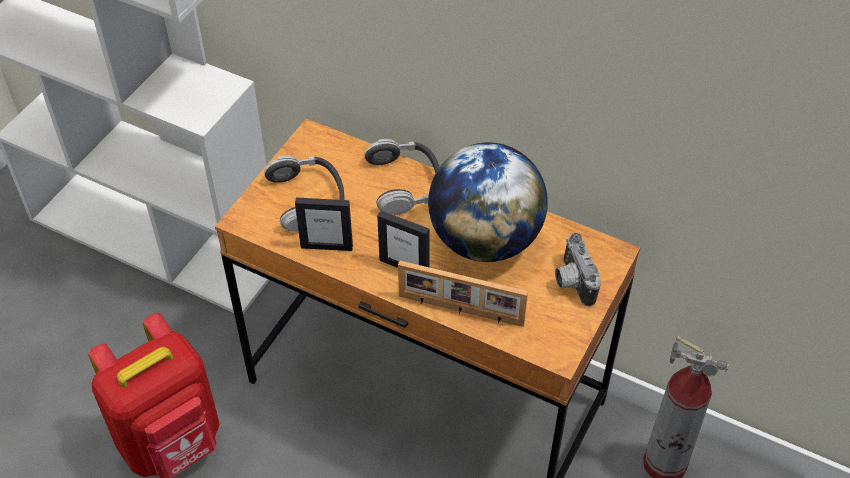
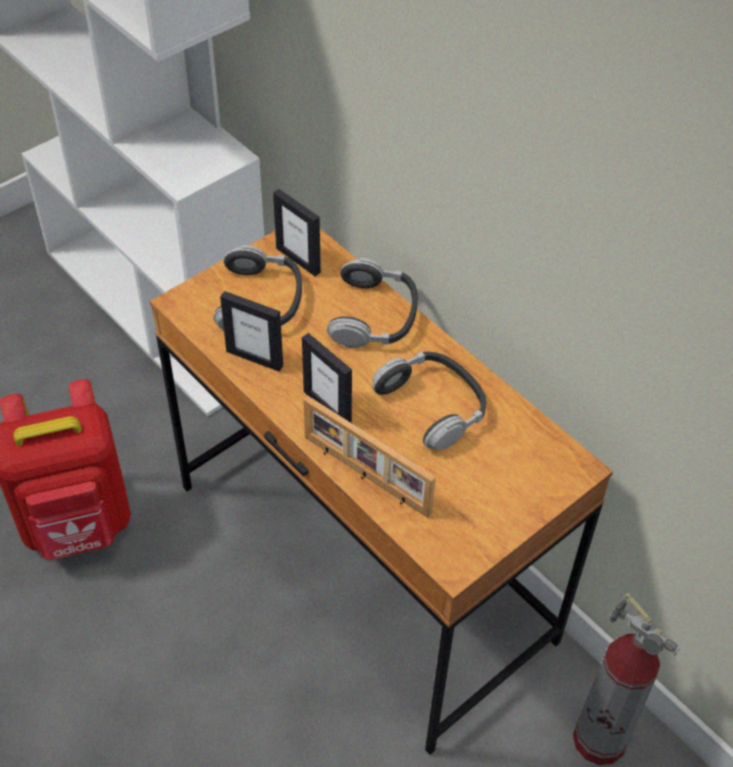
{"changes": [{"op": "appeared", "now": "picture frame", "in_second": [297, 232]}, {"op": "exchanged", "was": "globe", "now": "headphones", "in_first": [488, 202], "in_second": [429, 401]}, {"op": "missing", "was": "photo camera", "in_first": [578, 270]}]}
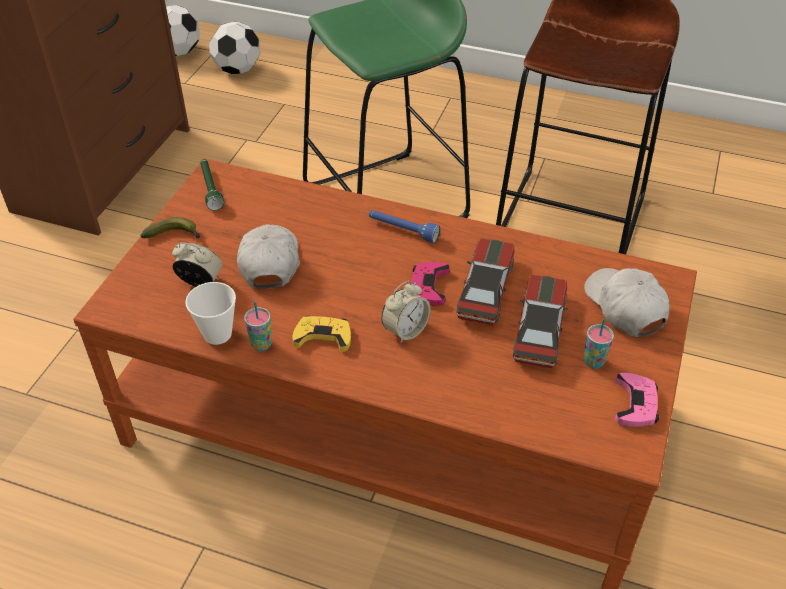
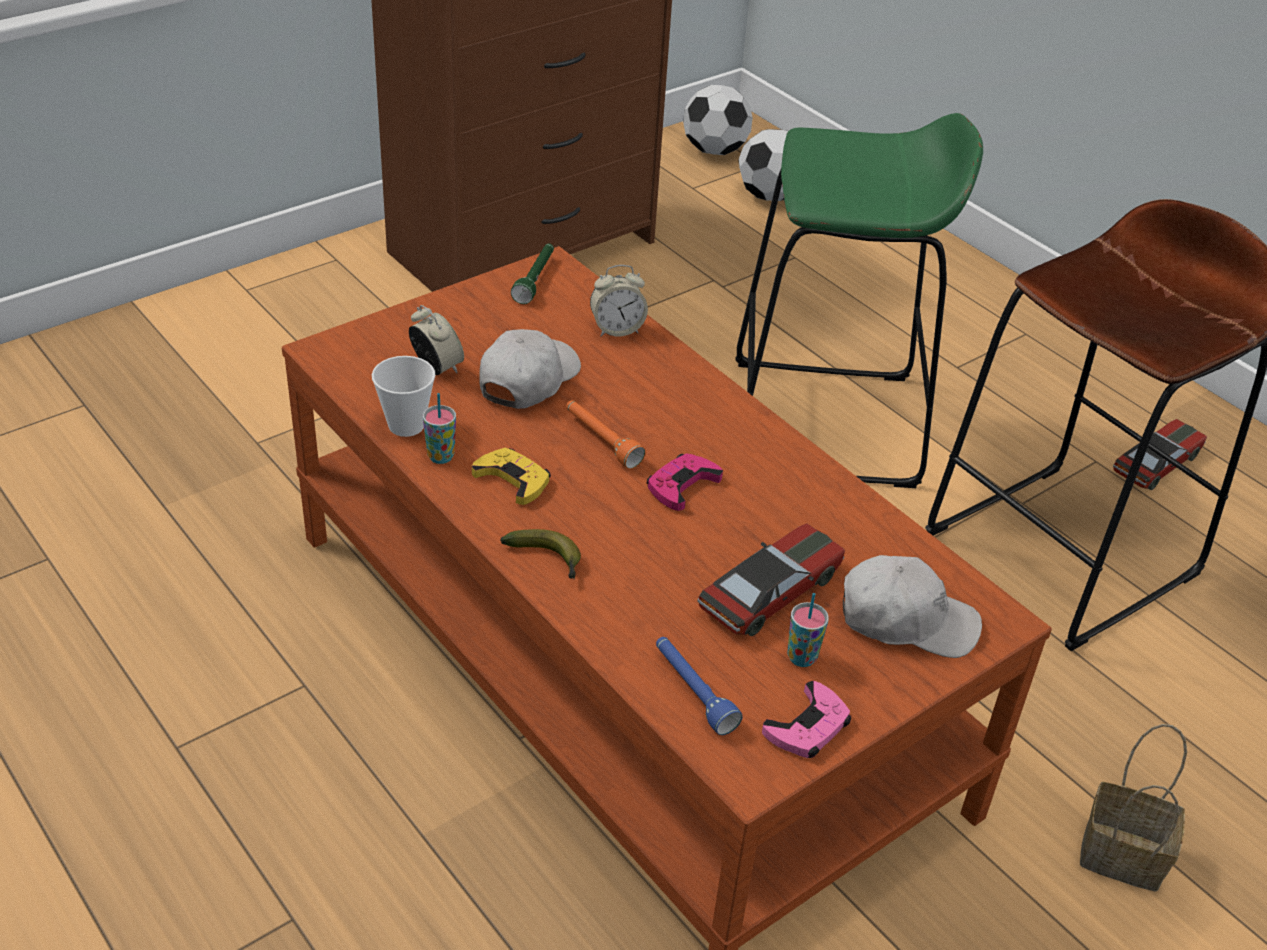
{"changes": [{"op": "relocated", "was": "banana", "in_first": [171, 227], "in_second": [540, 554]}, {"op": "appeared", "now": "flashlight in orange", "in_second": [605, 434]}, {"op": "relocated", "was": "alarm clock", "in_first": [406, 312], "in_second": [619, 300]}, {"op": "relocated", "was": "flashlight in blue", "in_first": [404, 226], "in_second": [699, 686]}, {"op": "spun", "was": "cap in white", "in_first": [627, 302], "in_second": [912, 606], "clockwise": 90}, {"op": "appeared", "now": "basket", "in_second": [1133, 808]}, {"op": "relocated", "was": "toy car", "in_first": [486, 281], "in_second": [1160, 454]}]}
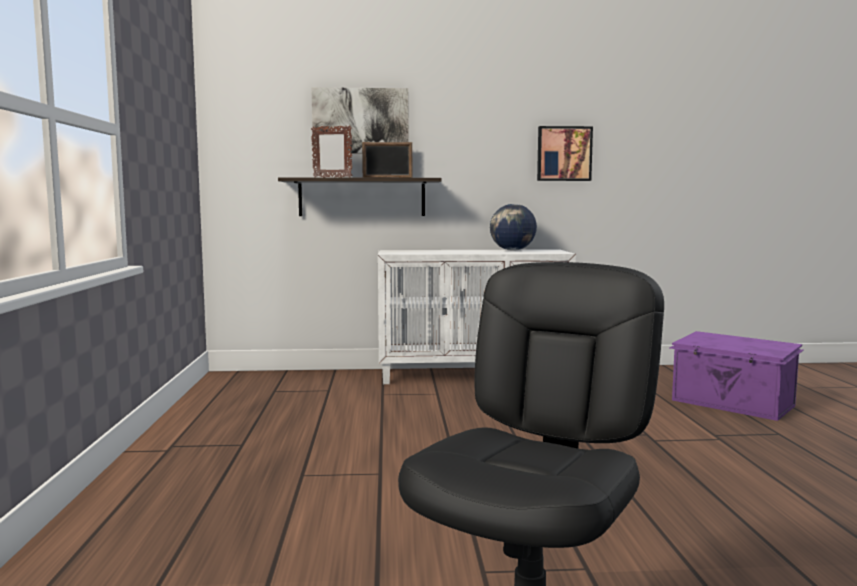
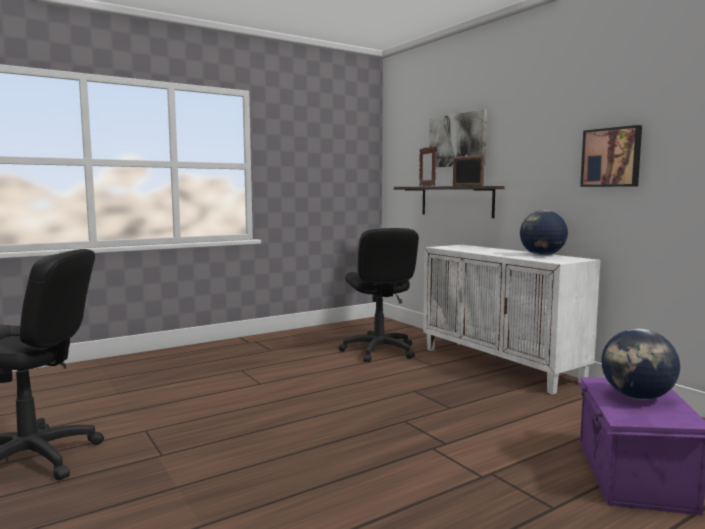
{"changes": [{"op": "appeared", "now": "office chair in black", "in_second": [378, 295]}, {"op": "appeared", "now": "globe", "in_second": [640, 364]}]}
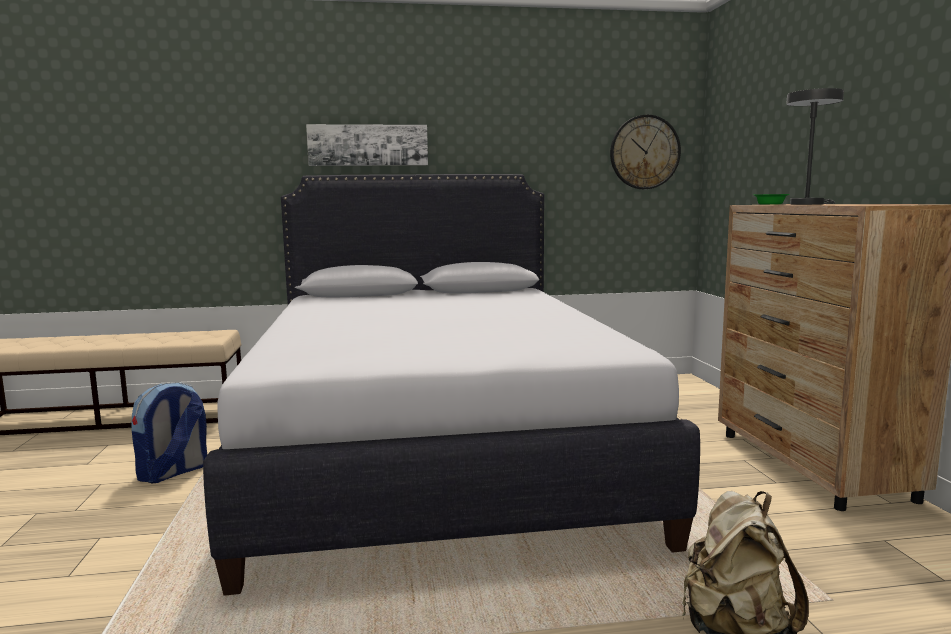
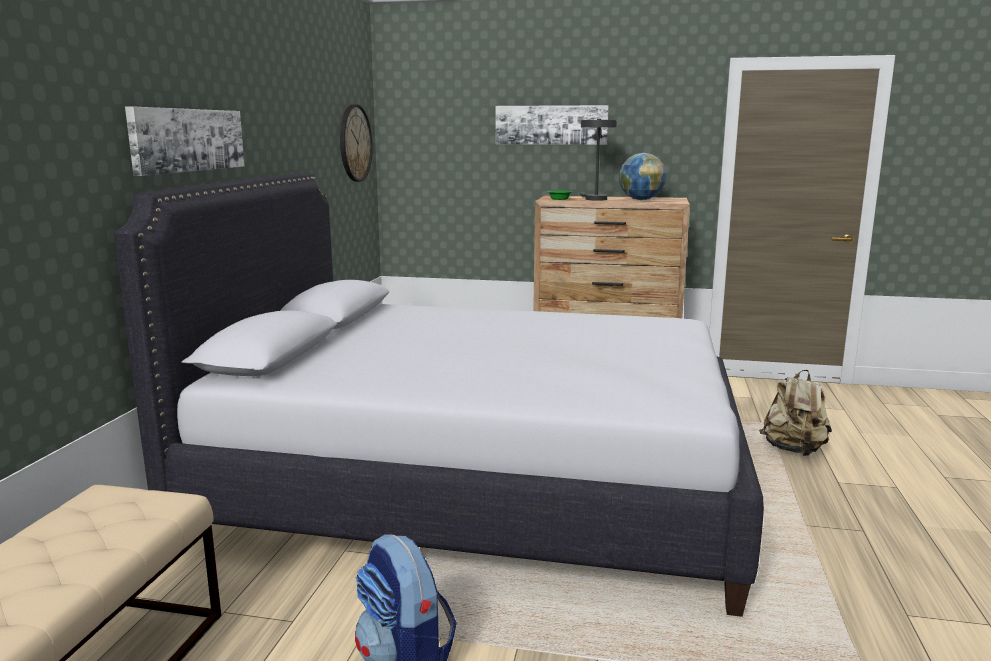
{"changes": [{"op": "appeared", "now": "picture", "in_second": [552, 125]}, {"op": "appeared", "now": "globe", "in_second": [642, 176]}]}
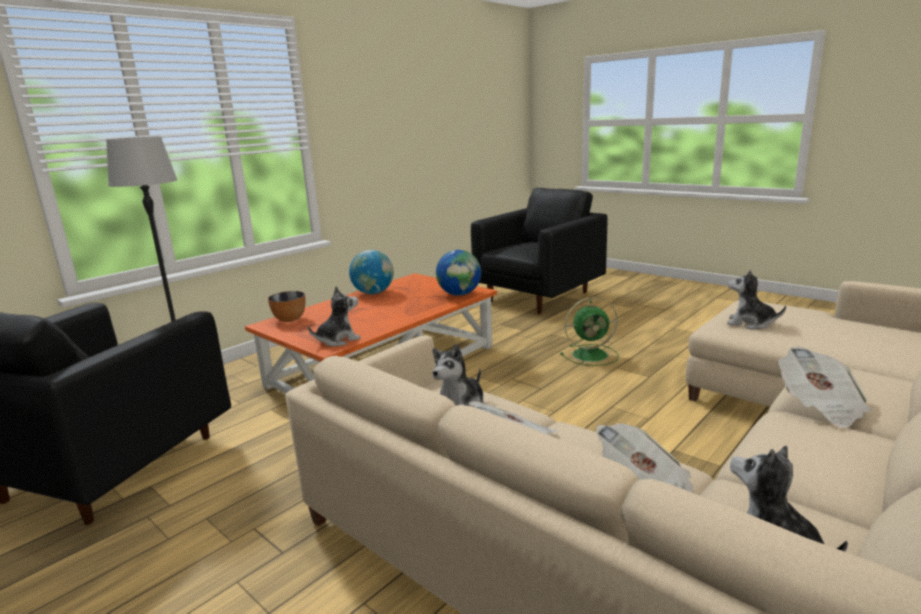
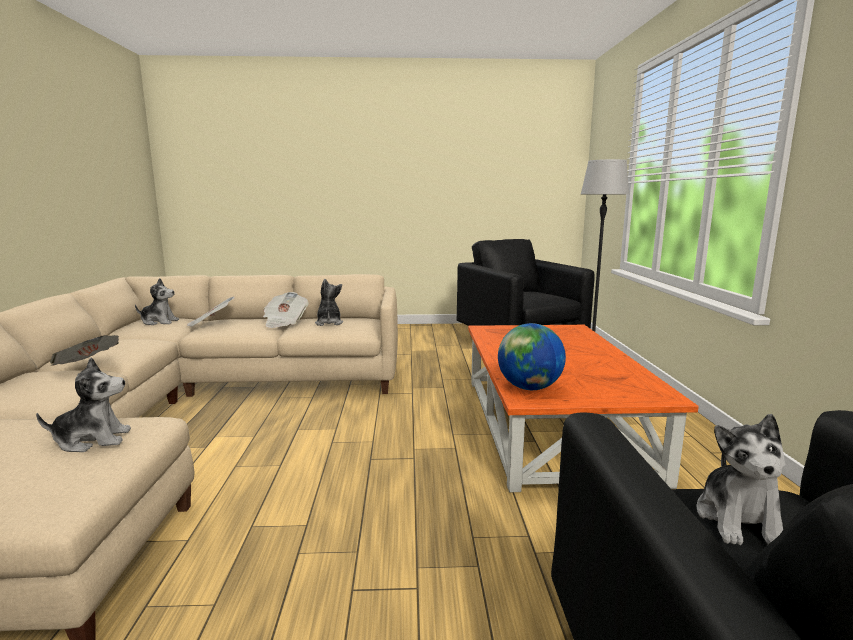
{"changes": [{"op": "relocated", "was": "plush toy", "in_first": [334, 316], "in_second": [741, 479]}, {"op": "missing", "was": "bowl", "in_first": [286, 306]}, {"op": "missing", "was": "globe", "in_first": [371, 272]}, {"op": "missing", "was": "fan in green", "in_first": [589, 331]}]}
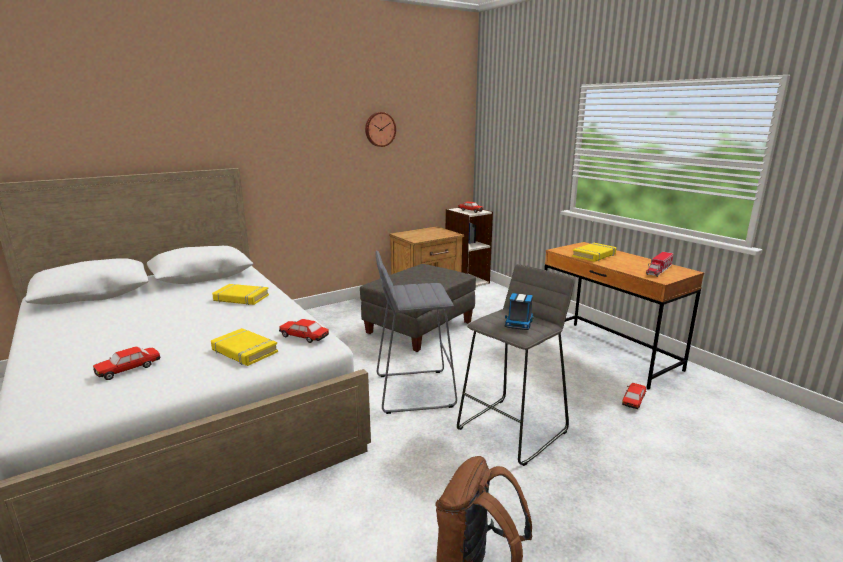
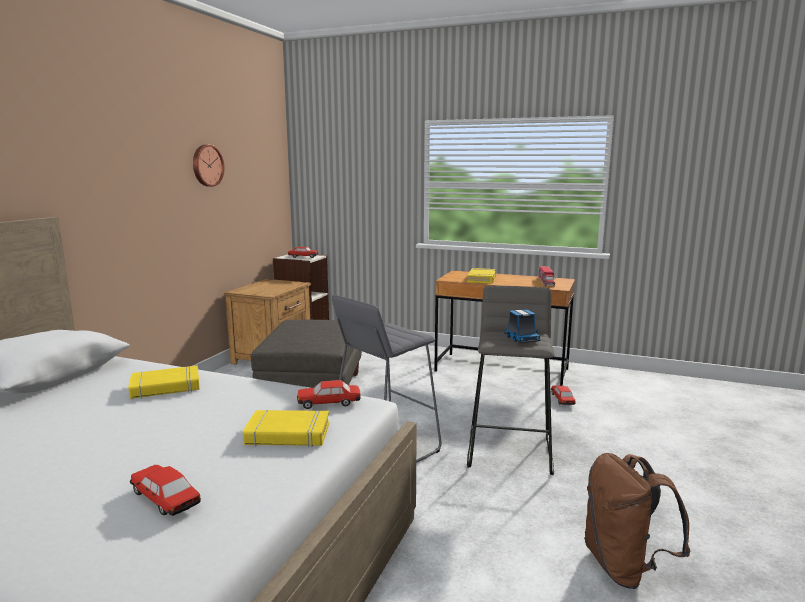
{"changes": [{"op": "spun", "was": "toy car", "in_first": [126, 363], "in_second": [165, 490], "clockwise": 120}]}
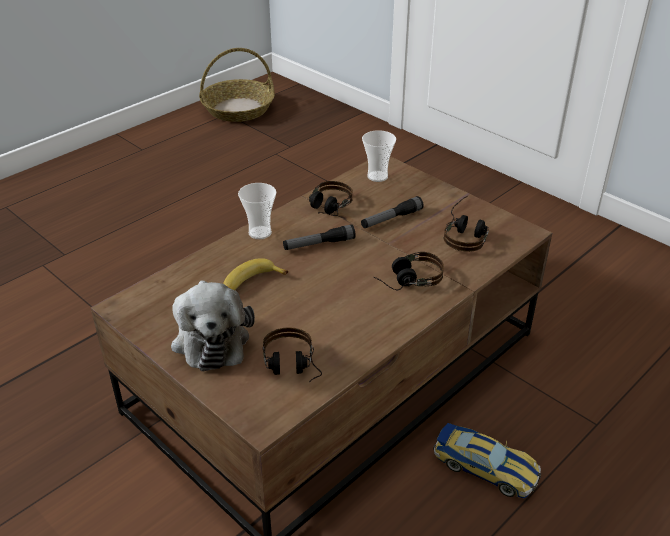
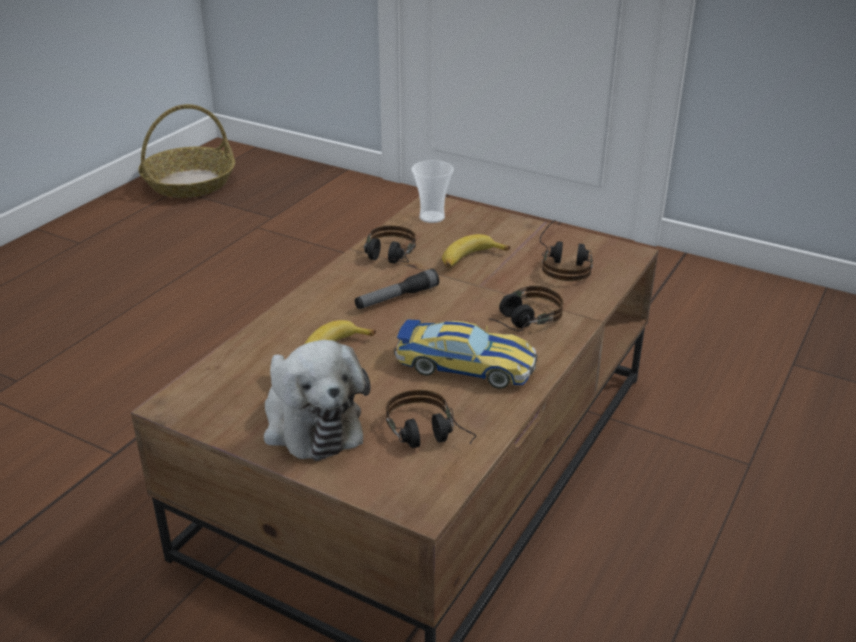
{"changes": [{"op": "relocated", "was": "toy car", "in_first": [487, 461], "in_second": [465, 354]}, {"op": "exchanged", "was": "flashlight", "now": "banana", "in_first": [392, 212], "in_second": [476, 251]}, {"op": "missing", "was": "cup", "in_first": [257, 211]}]}
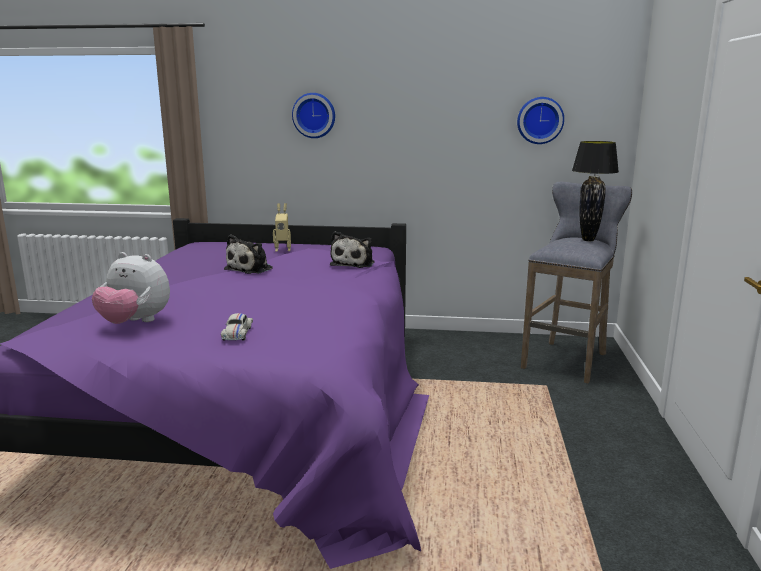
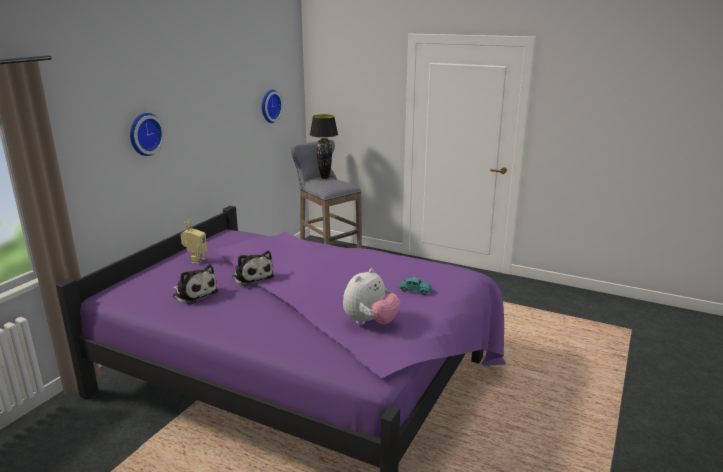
{"changes": [{"op": "relocated", "was": "plush toy", "in_first": [352, 249], "in_second": [196, 284]}, {"op": "colour", "was": "toy car in white", "now": "toy car in turquoise", "in_first": [237, 327], "in_second": [416, 286]}]}
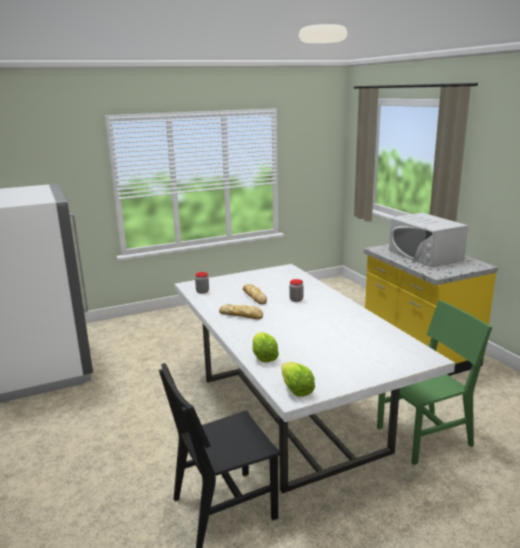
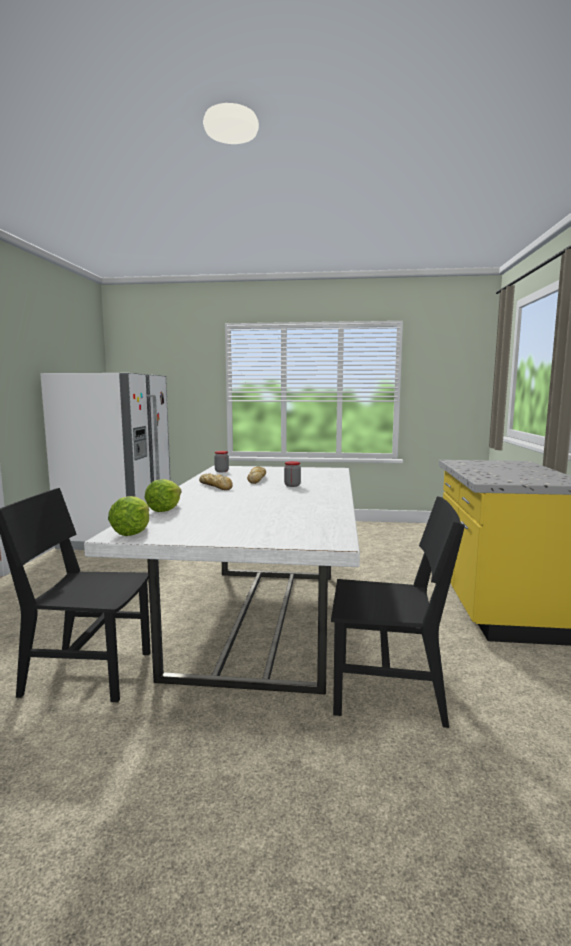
{"changes": [{"op": "colour", "was": "chair in green", "now": "chair in black", "in_first": [435, 382], "in_second": [398, 612]}, {"op": "missing", "was": "microwave in white", "in_first": [428, 240]}]}
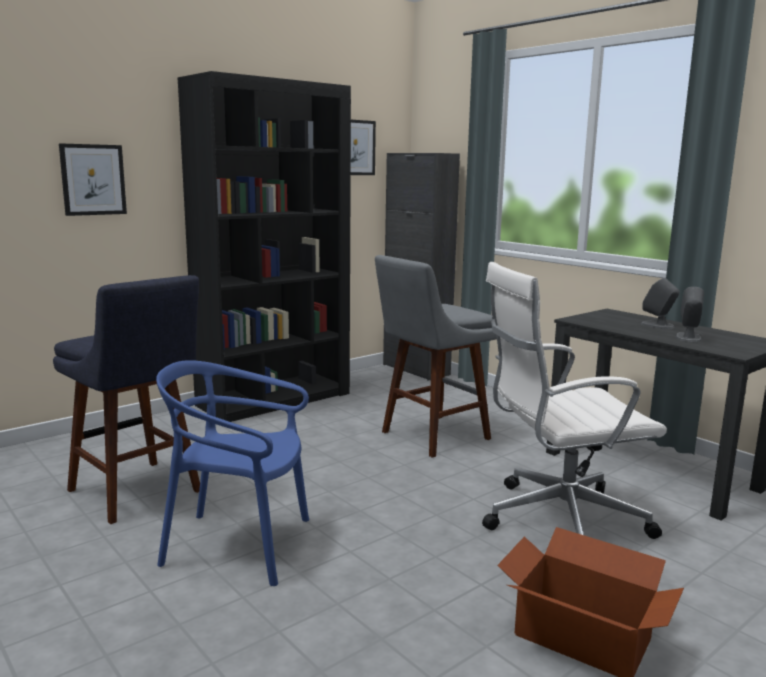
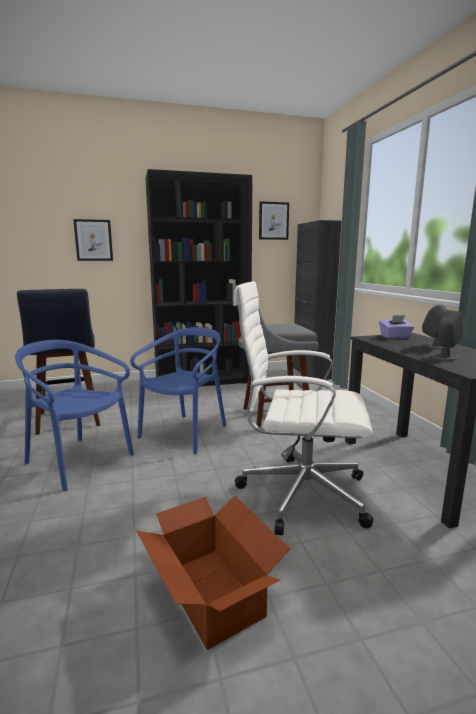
{"changes": [{"op": "appeared", "now": "chair in blue", "in_second": [178, 390]}, {"op": "appeared", "now": "tissue box in purple", "in_second": [396, 327]}]}
